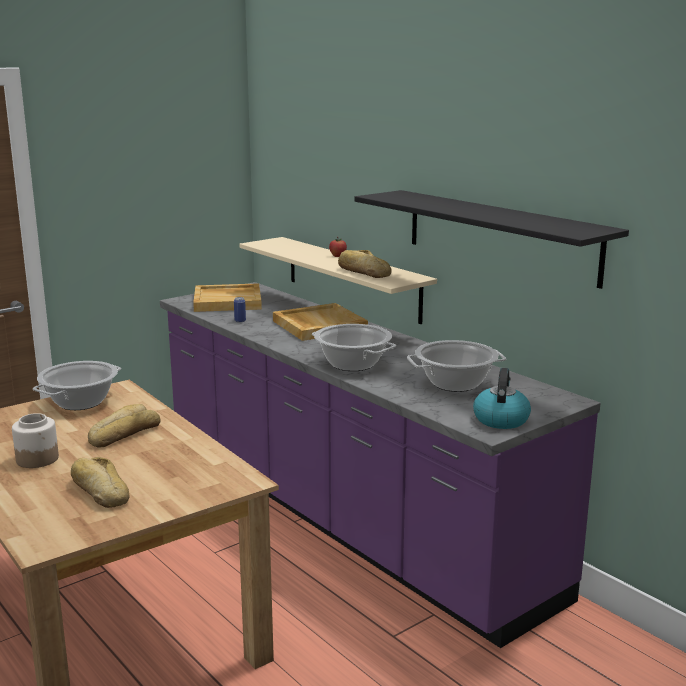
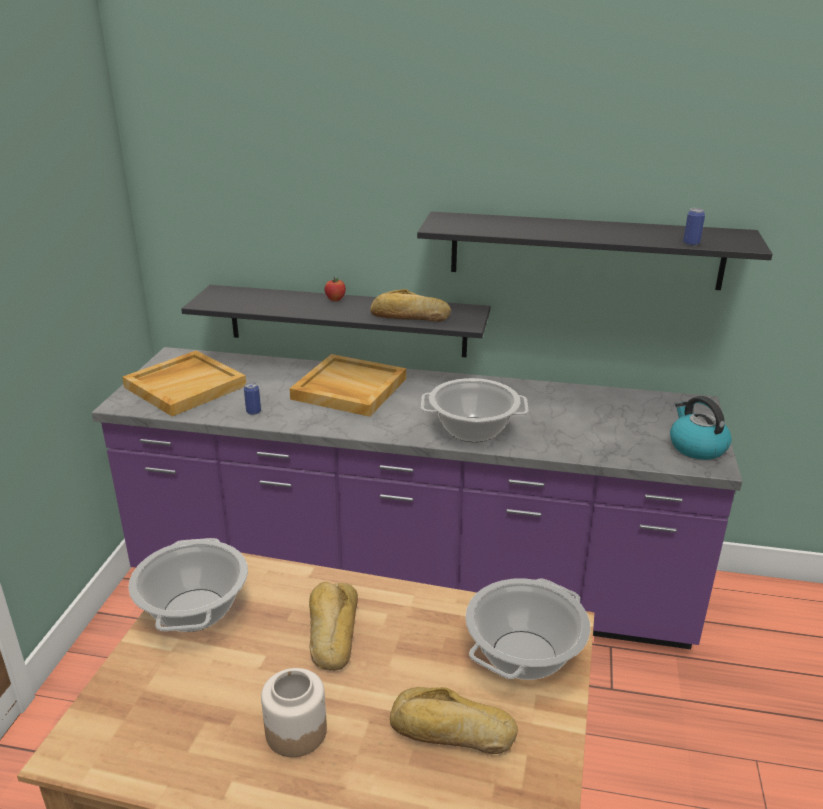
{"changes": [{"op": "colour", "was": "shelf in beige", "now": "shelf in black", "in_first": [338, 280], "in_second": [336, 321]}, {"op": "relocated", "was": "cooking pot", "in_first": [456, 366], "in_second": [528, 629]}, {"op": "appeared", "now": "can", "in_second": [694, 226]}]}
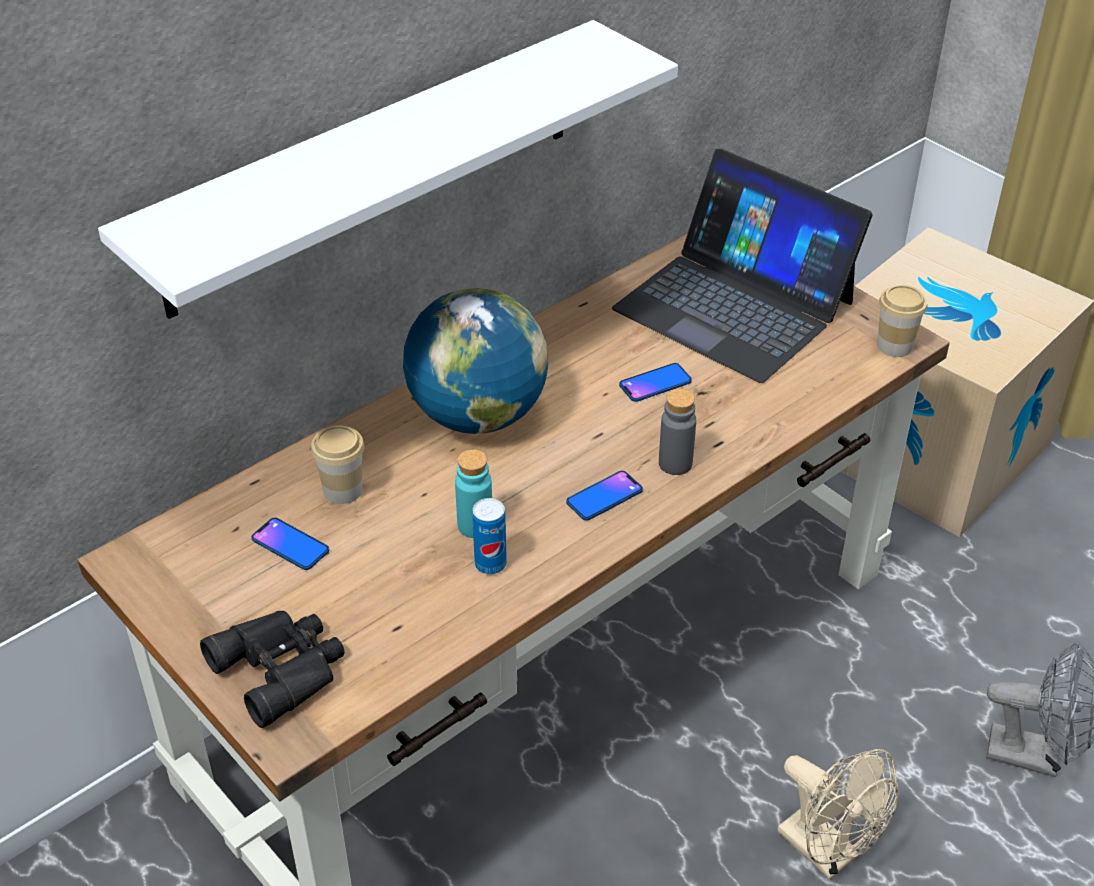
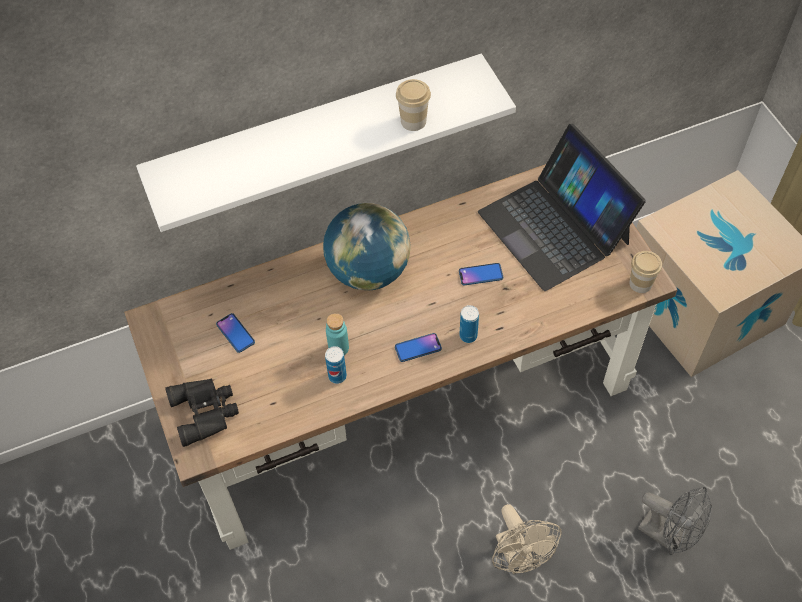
{"changes": [{"op": "relocated", "was": "cup", "in_first": [338, 464], "in_second": [413, 105]}, {"op": "exchanged", "was": "bottle in grey", "now": "can", "in_first": [677, 432], "in_second": [469, 324]}]}
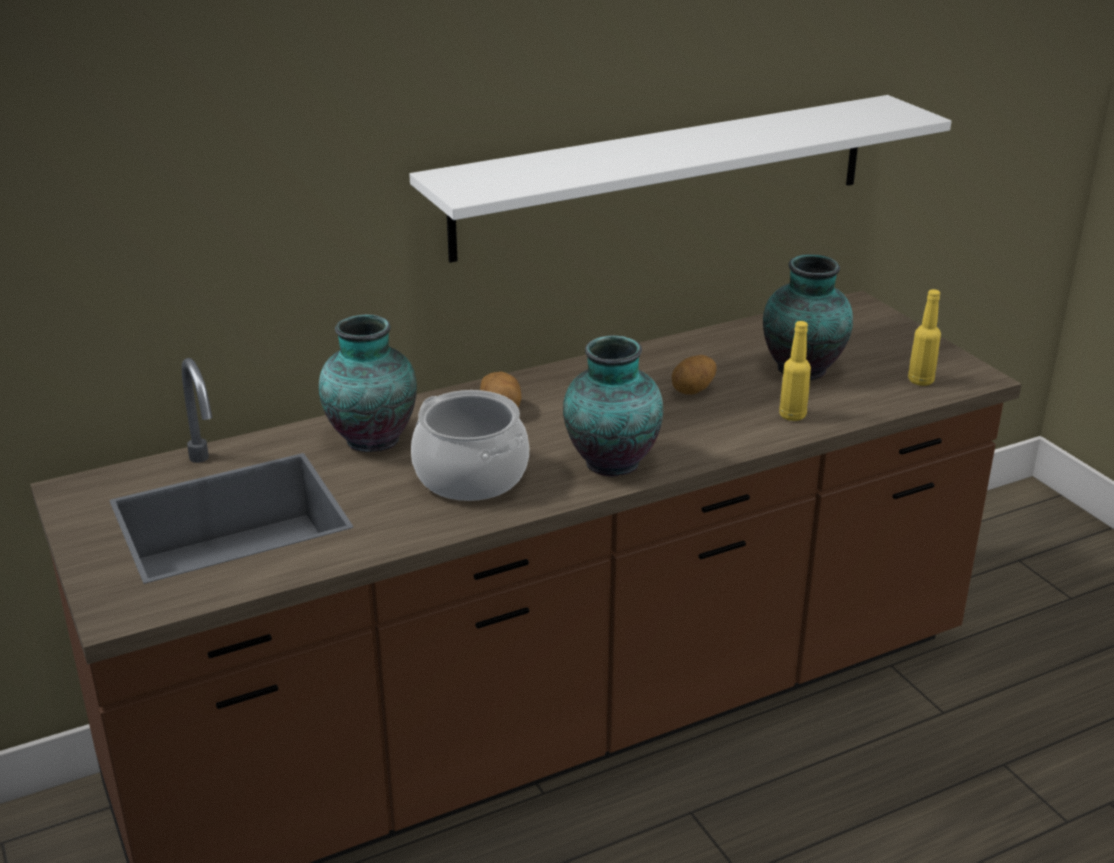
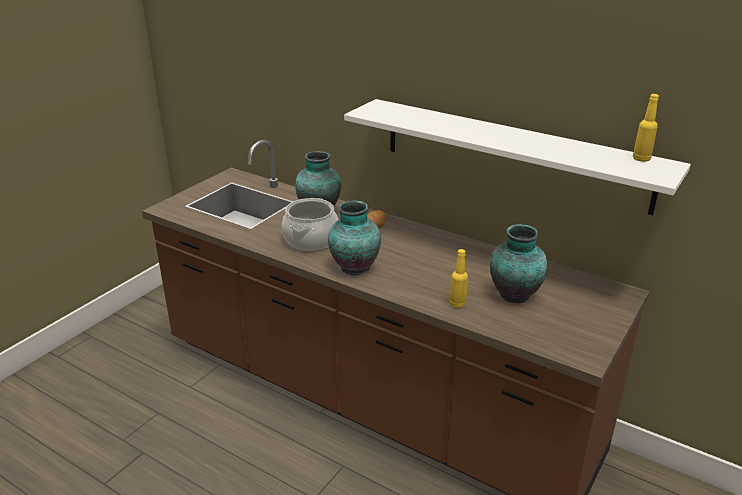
{"changes": [{"op": "relocated", "was": "bottle in yellow", "in_first": [924, 337], "in_second": [646, 128]}, {"op": "missing", "was": "potato", "in_first": [694, 375]}]}
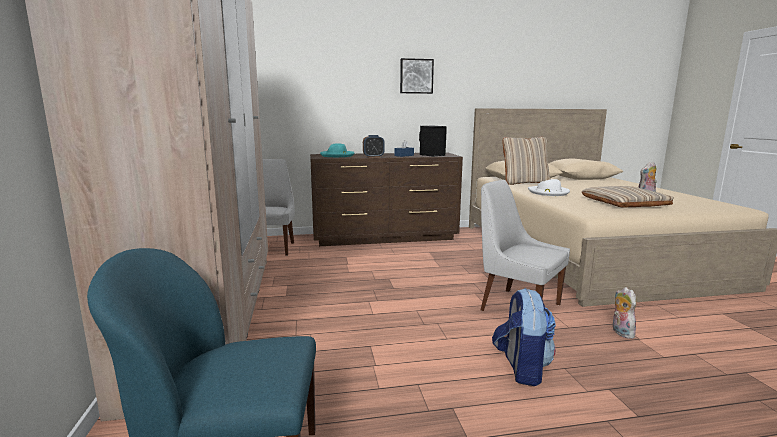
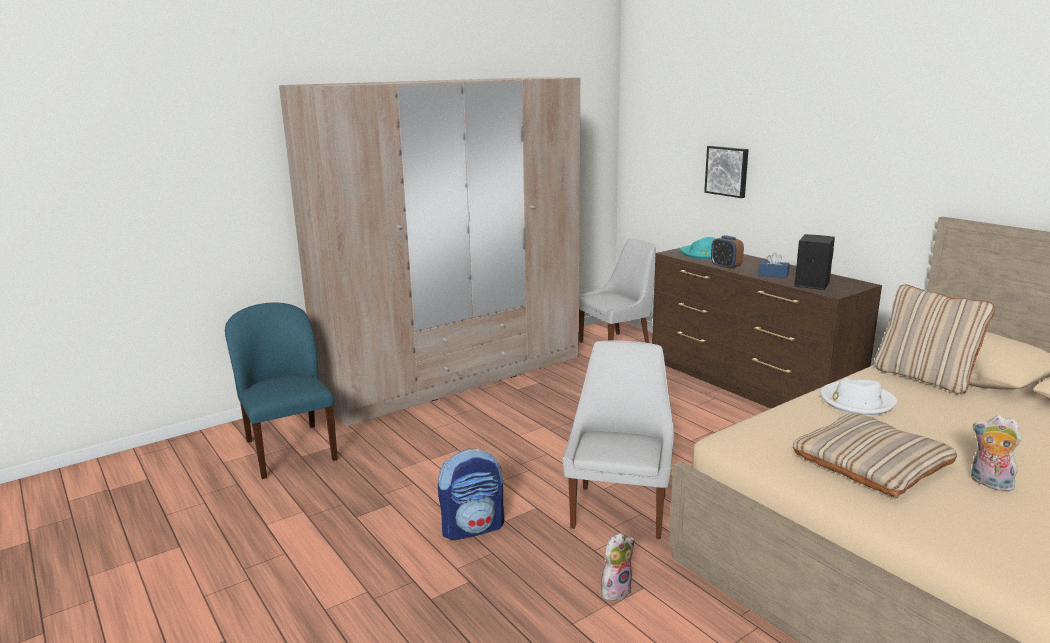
{"changes": [{"op": "relocated", "was": "picture", "in_first": [417, 76], "in_second": [726, 172]}]}
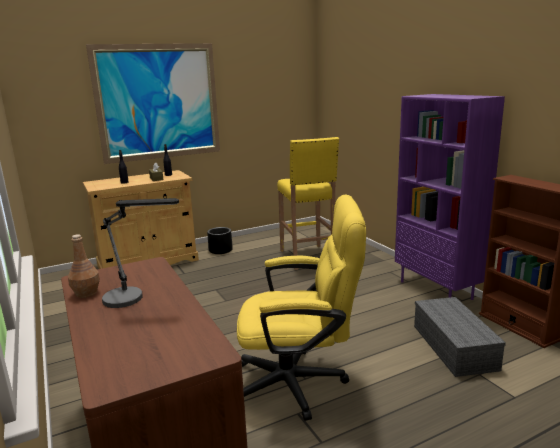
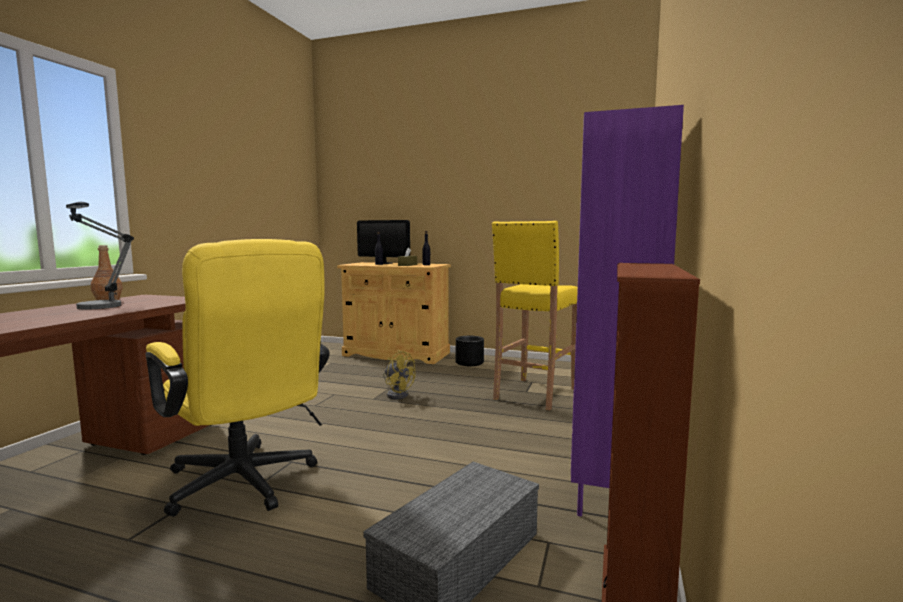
{"changes": [{"op": "appeared", "now": "monitor", "in_second": [383, 242]}, {"op": "appeared", "now": "fan in yellow", "in_second": [399, 374]}, {"op": "missing", "was": "picture", "in_first": [153, 103]}]}
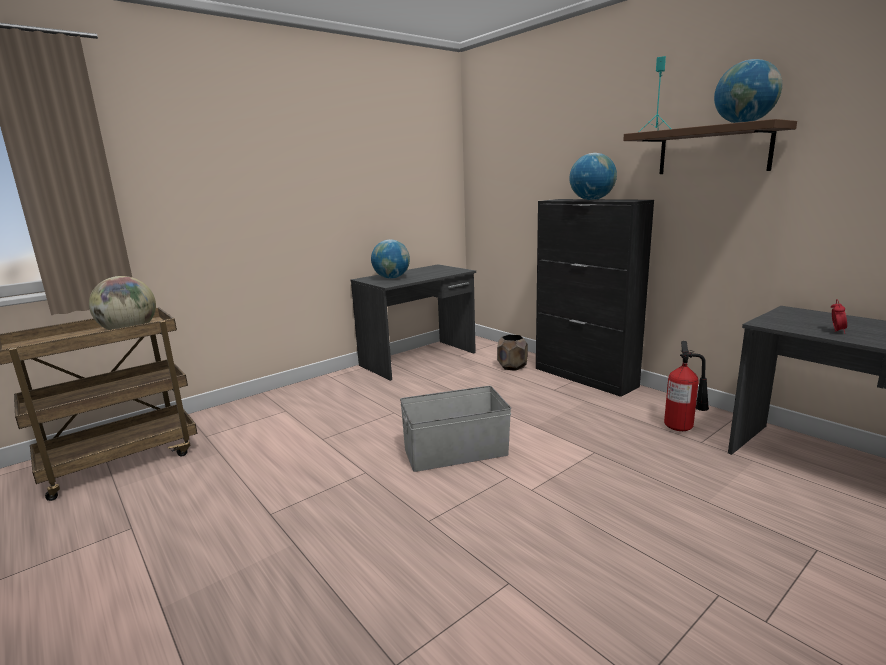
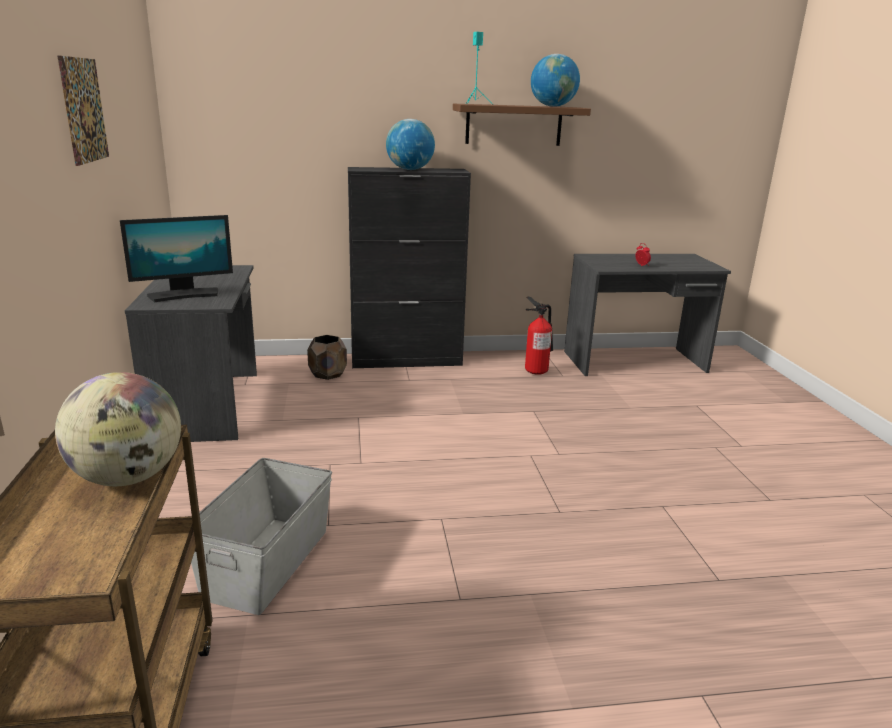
{"changes": [{"op": "appeared", "now": "picture", "in_second": [83, 111]}, {"op": "exchanged", "was": "globe", "now": "monitor", "in_first": [390, 259], "in_second": [176, 258]}, {"op": "relocated", "was": "storage box in grey", "in_first": [455, 429], "in_second": [261, 536]}]}
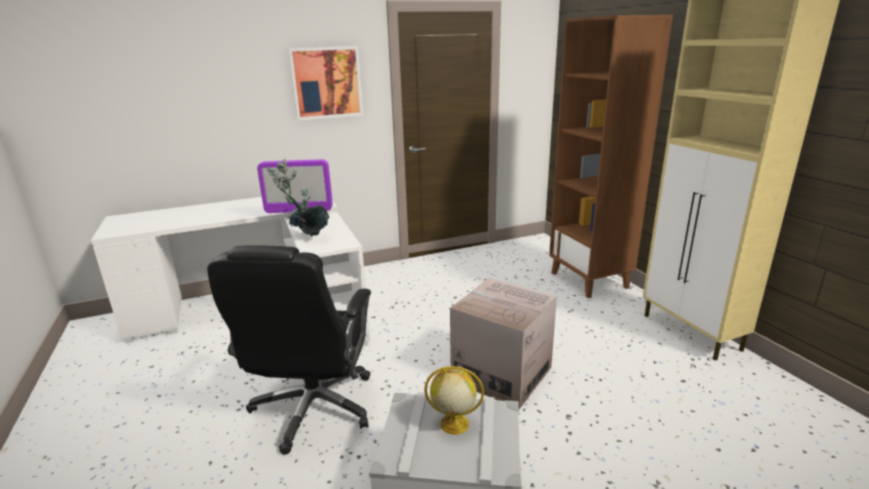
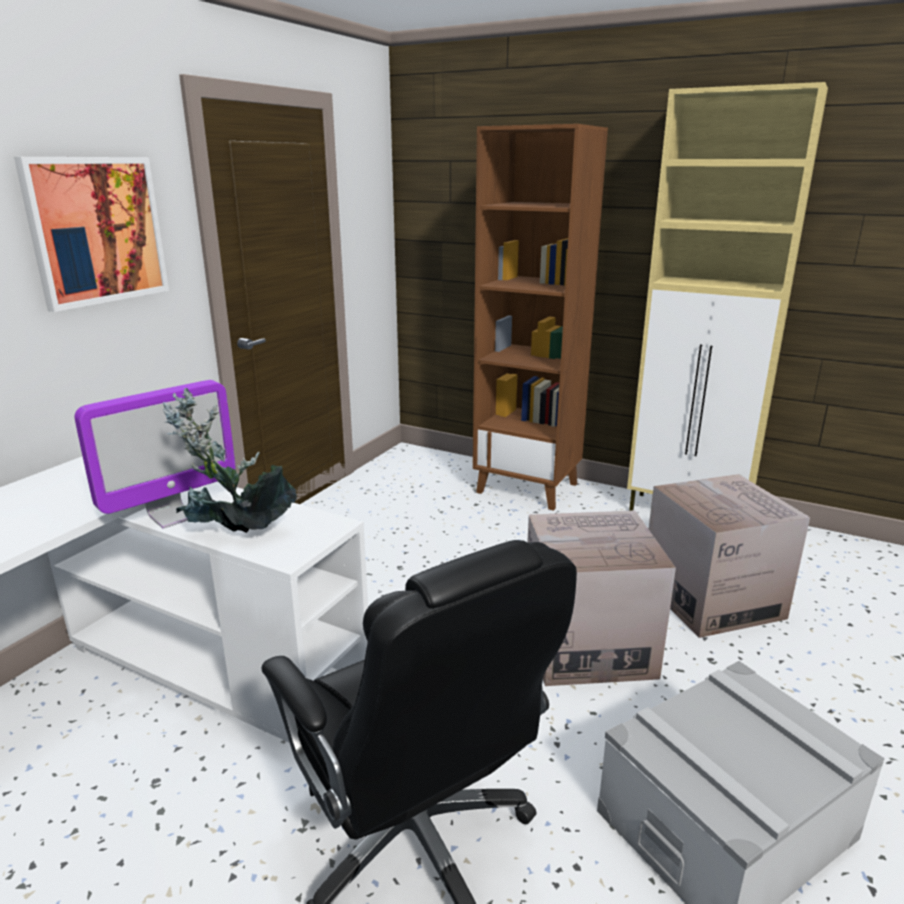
{"changes": [{"op": "appeared", "now": "cardboard box", "in_second": [729, 556]}, {"op": "missing", "was": "globe", "in_first": [454, 400]}]}
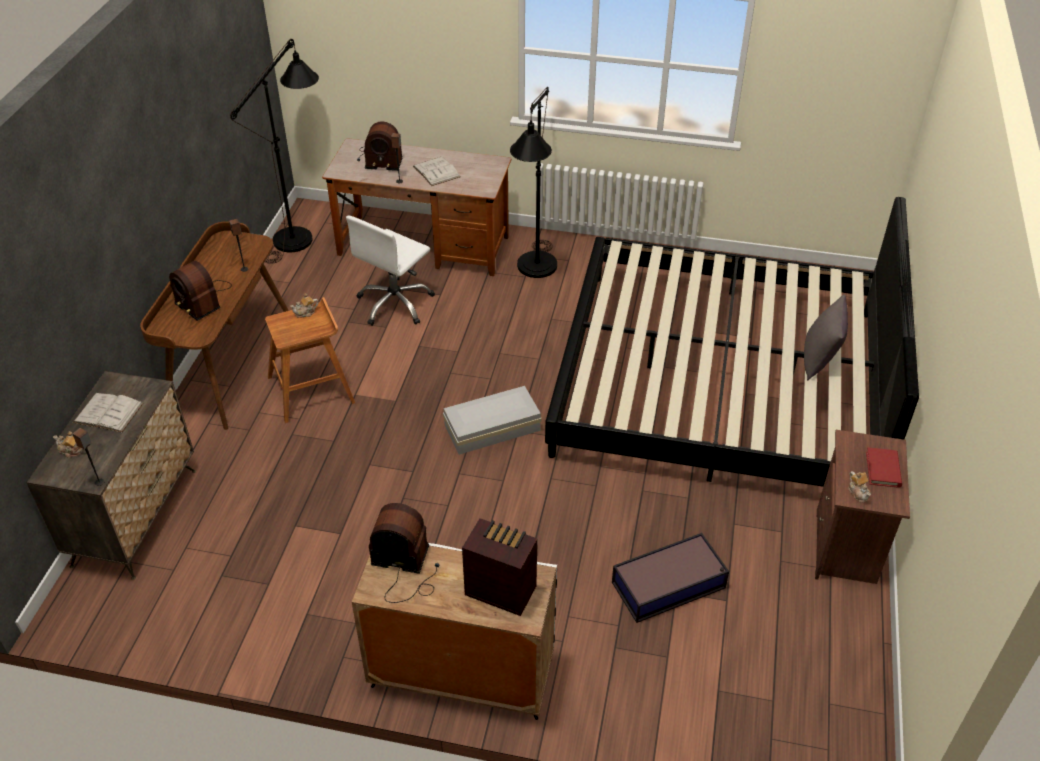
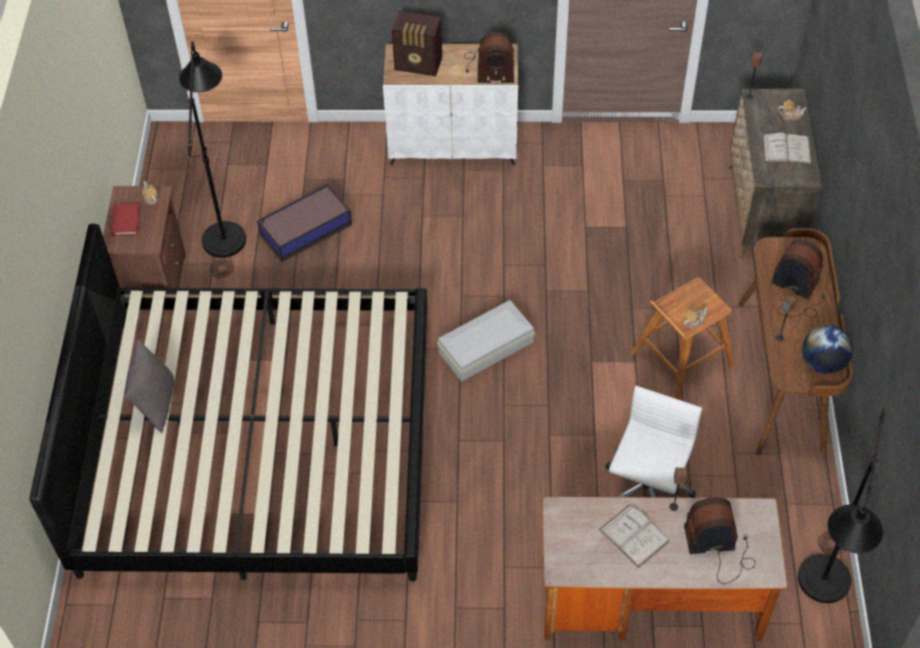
{"changes": [{"op": "relocated", "was": "floor lamp in black", "in_first": [533, 182], "in_second": [212, 159]}, {"op": "appeared", "now": "globe", "in_second": [827, 349]}]}
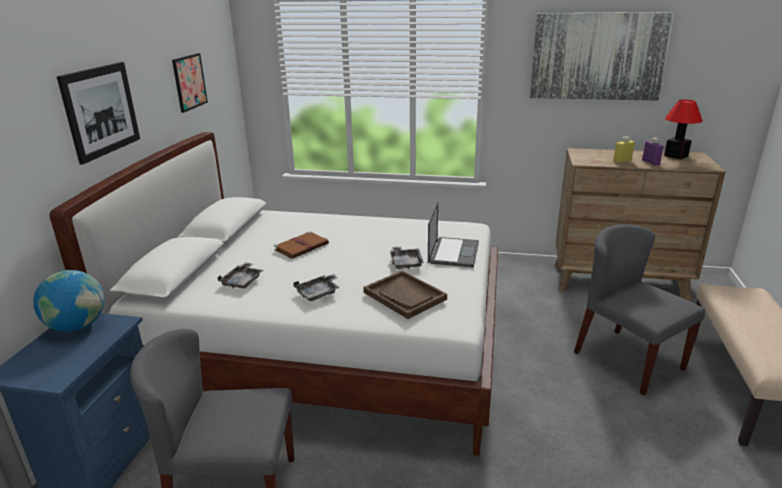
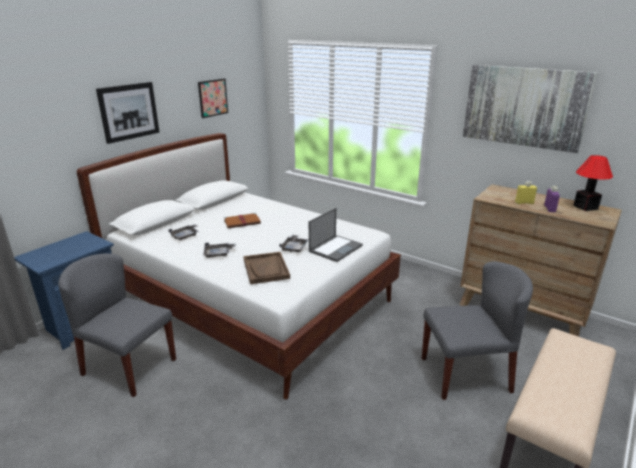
{"changes": [{"op": "spun", "was": "chair in grey", "in_first": [639, 309], "in_second": [477, 331], "clockwise": 90}, {"op": "missing", "was": "globe", "in_first": [69, 301]}]}
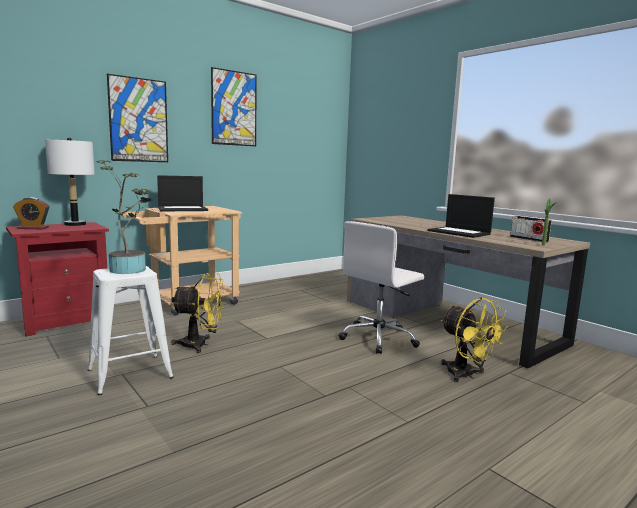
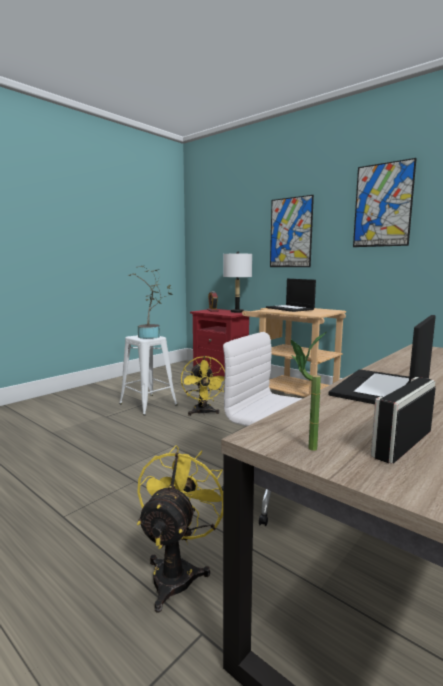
{"changes": [{"op": "spun", "was": "fan in yellow", "in_first": [474, 339], "in_second": [180, 529], "clockwise": 150}]}
